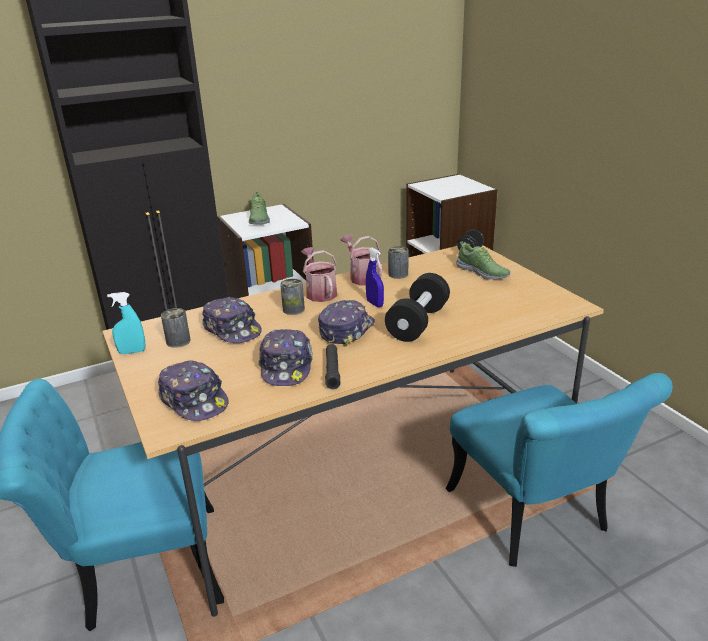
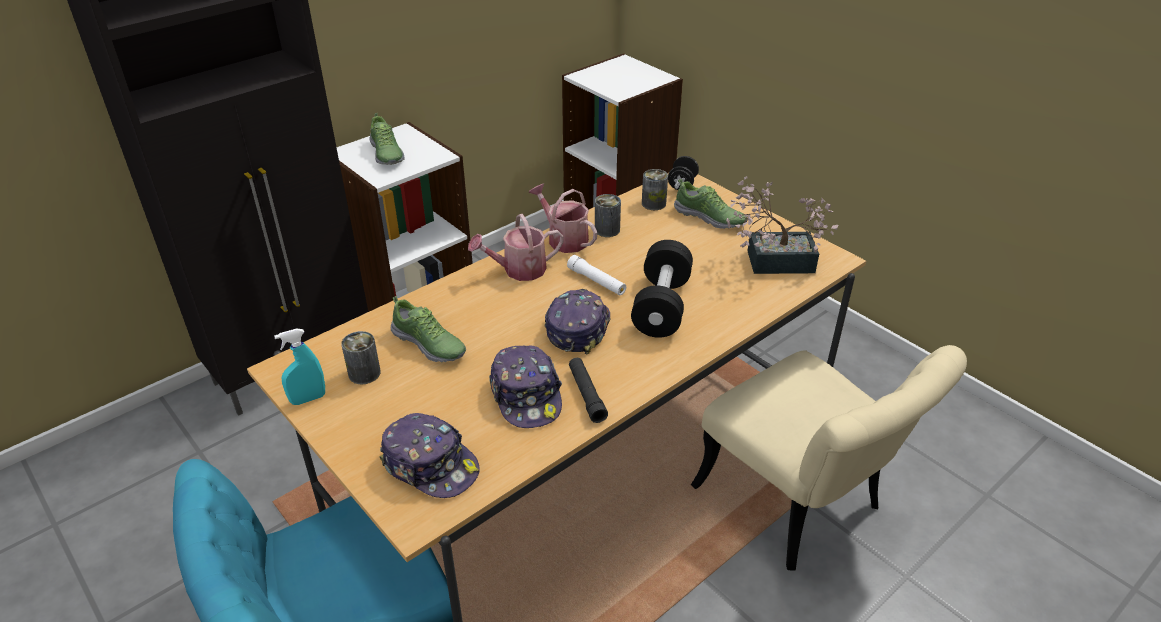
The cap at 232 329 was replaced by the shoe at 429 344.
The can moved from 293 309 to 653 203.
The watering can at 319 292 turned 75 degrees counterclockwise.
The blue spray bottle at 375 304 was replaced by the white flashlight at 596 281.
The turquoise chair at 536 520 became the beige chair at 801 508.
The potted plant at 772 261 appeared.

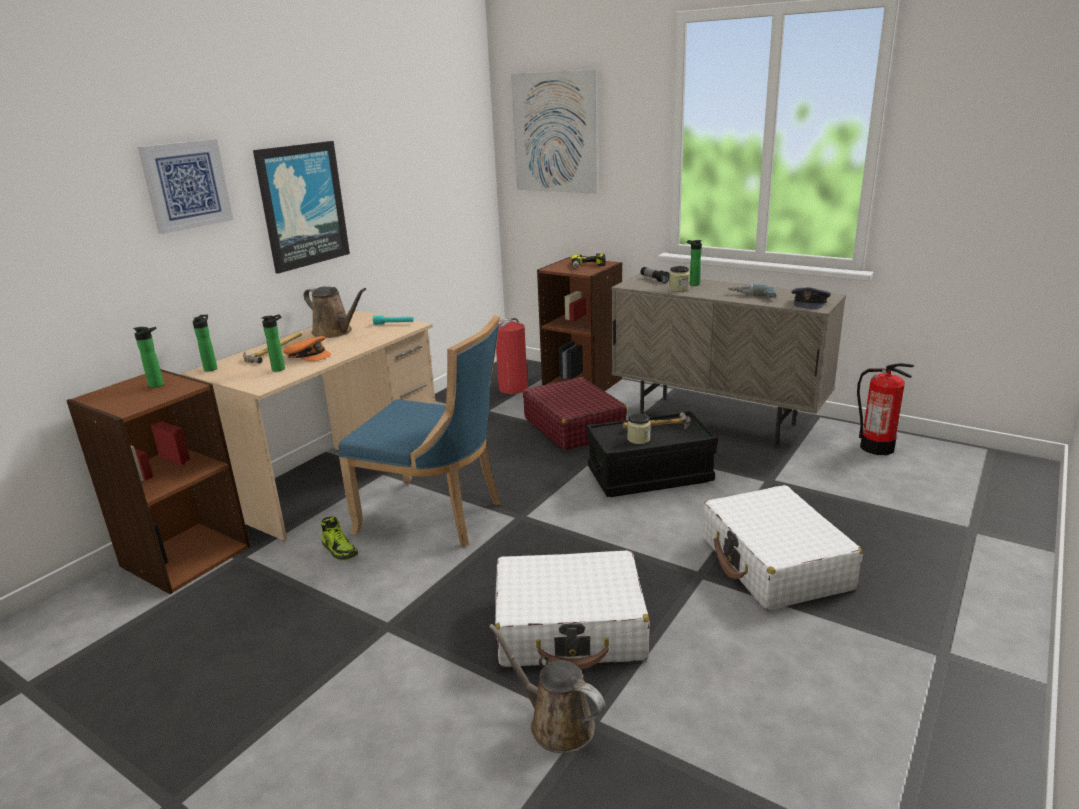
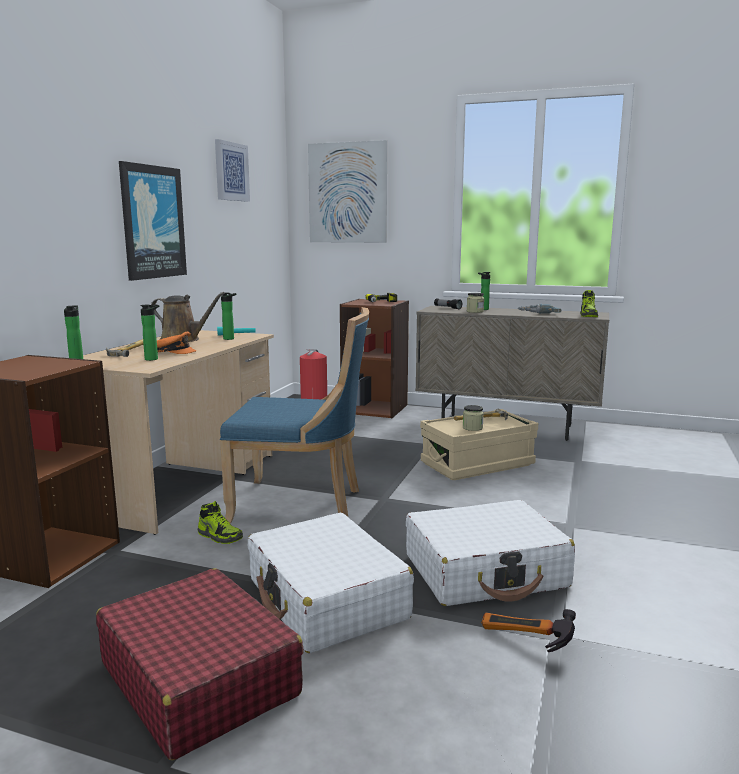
The bottle moved from 159 385 to 230 339.
The picture moved from 186 185 to 231 171.
The brown watering can at 556 723 was replaced by the hammer at 524 642.
The red suitcase moved from 574 426 to 199 678.
The black storage box at 649 475 became the beige storage box at 477 464.
The white suitcase moved from 774 563 to 327 599.
The grey cap at 810 303 was replaced by the shoe at 588 315.
The fire extinguisher at 876 447 disappeared.

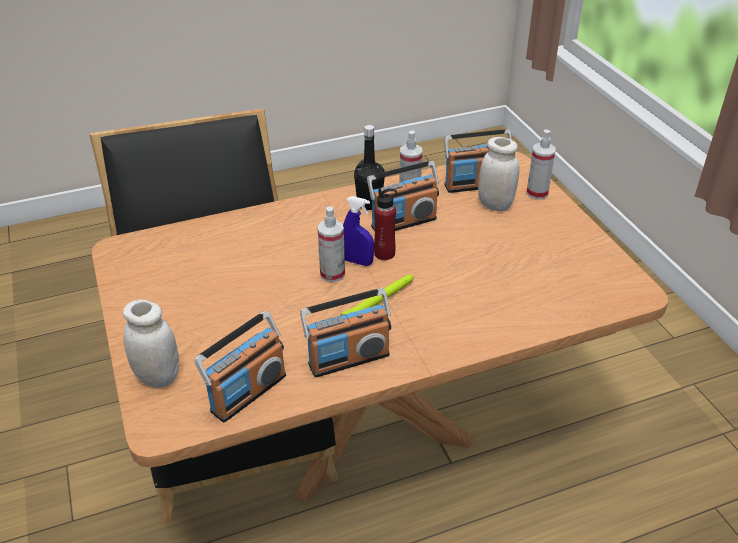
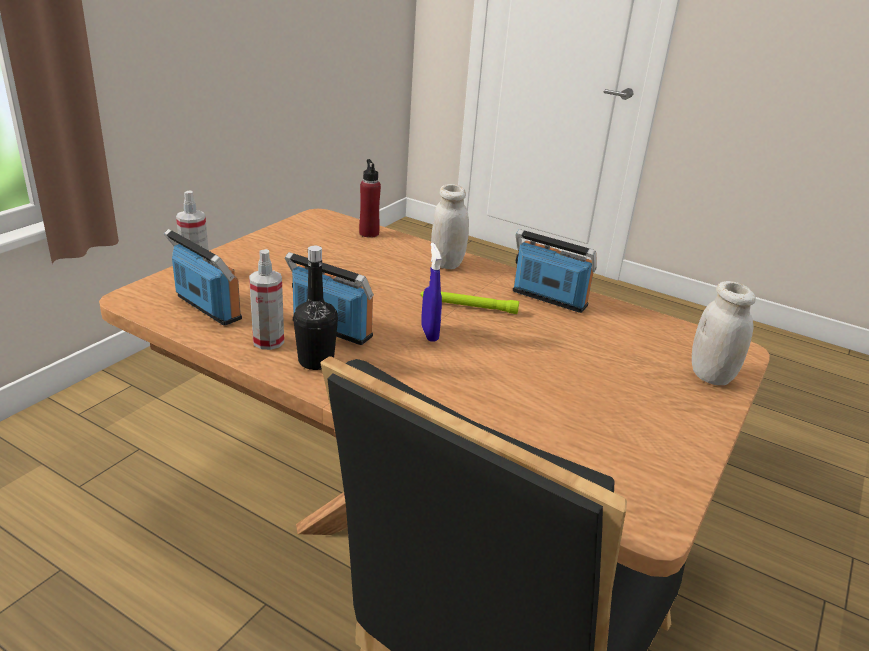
The radio at 248 392 disappeared.
The spray bottle at 332 274 disappeared.
The red bottle moved from 384 253 to 369 233.
The white jar moved from 495 204 to 447 263.

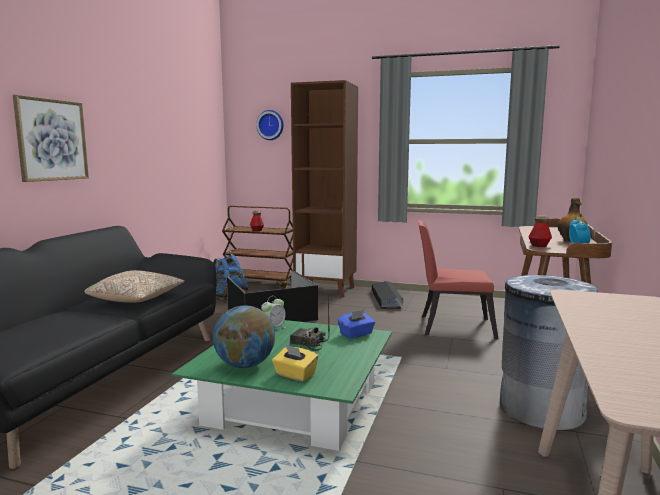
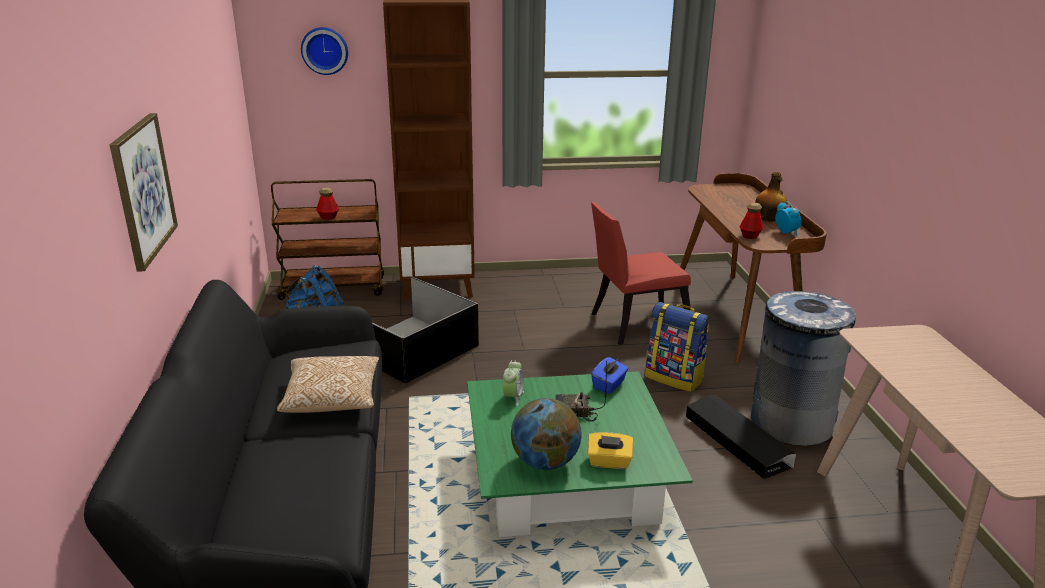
The black storage box moved from 386 299 to 736 441.
The backpack at 674 378 appeared.

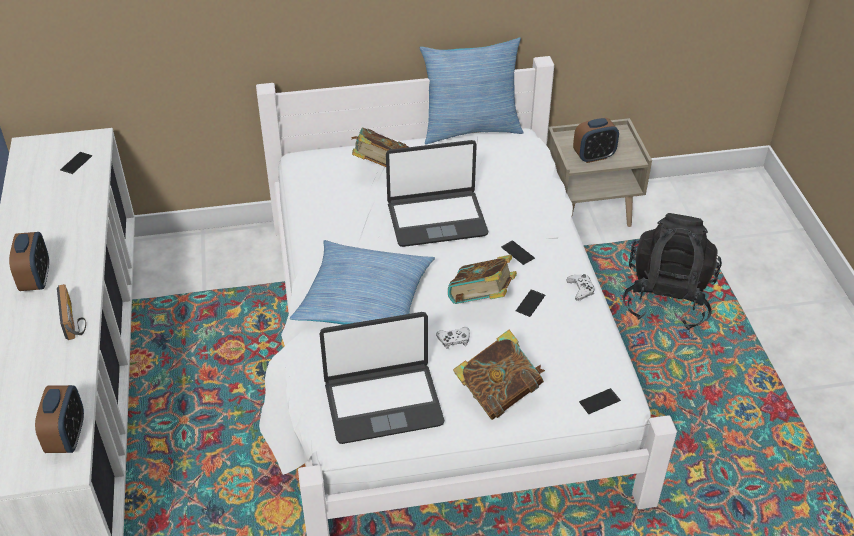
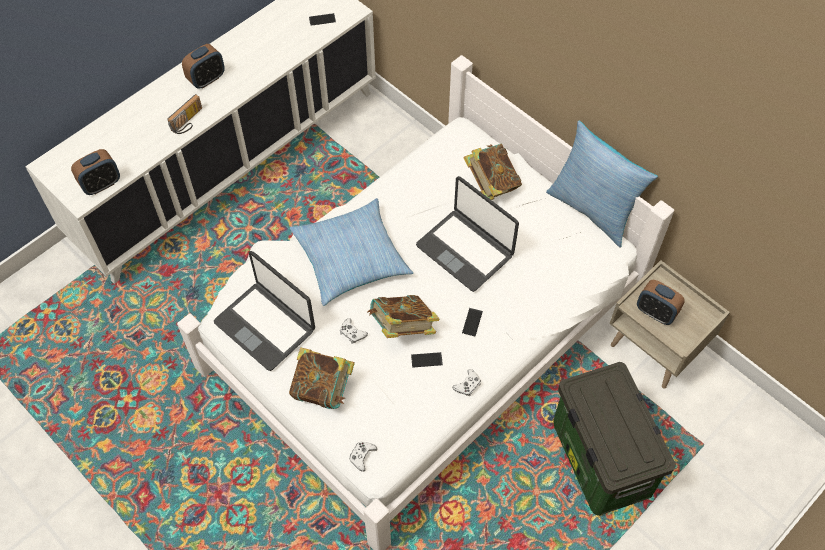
The phone at 599 401 was replaced by the white game controller at 362 456.
The black backpack at 666 299 was replaced by the storage box at 598 458.

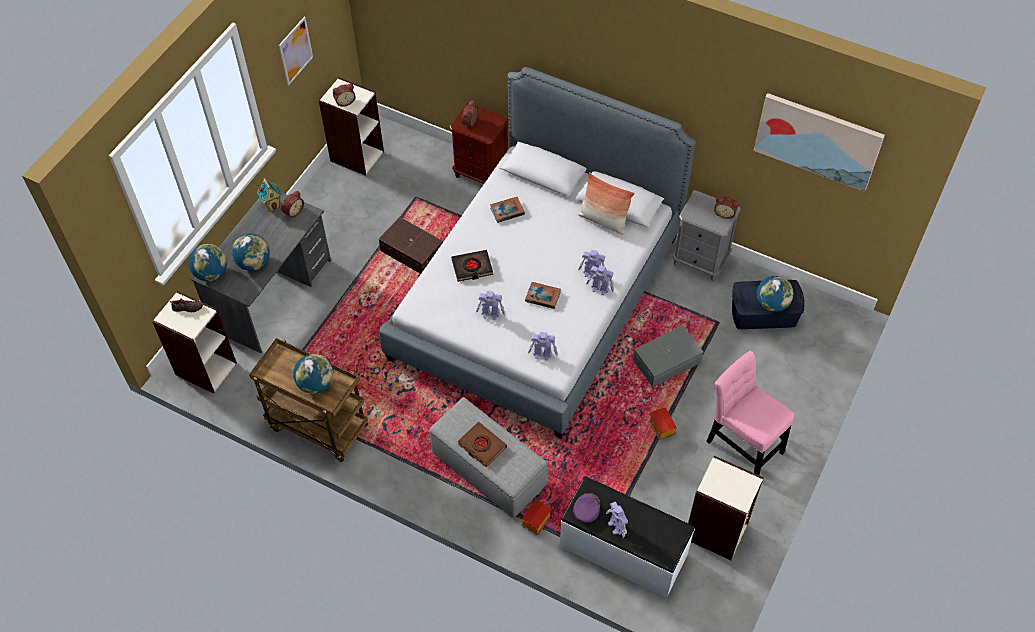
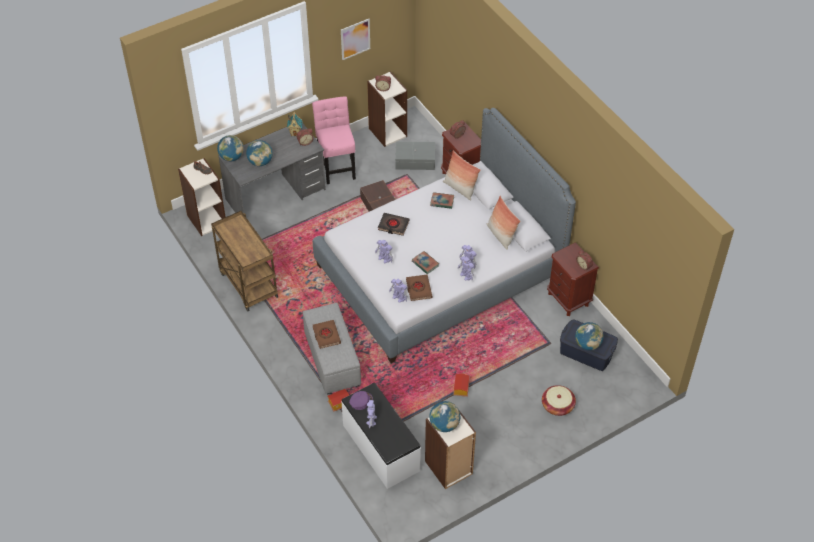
The globe moved from 316 384 to 444 425.
The grey storage box moved from 667 362 to 415 161.
The grey nightstand at 700 261 became the brown nightstand at 568 299.
The pink chair moved from 742 443 to 336 165.
The picture at 817 140 disappeared.
The brown book at 418 289 appeared.
The pillow at 460 188 appeared.
The basket at 557 406 appeared.

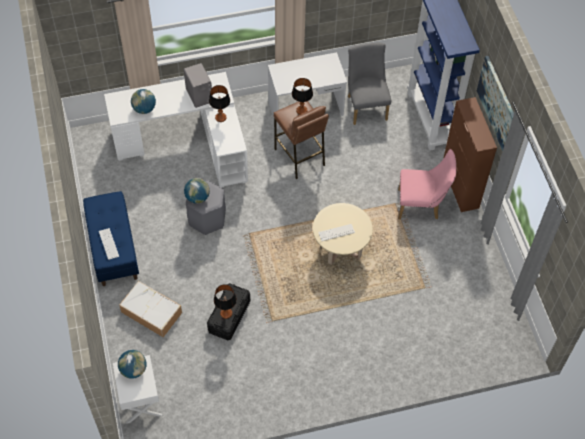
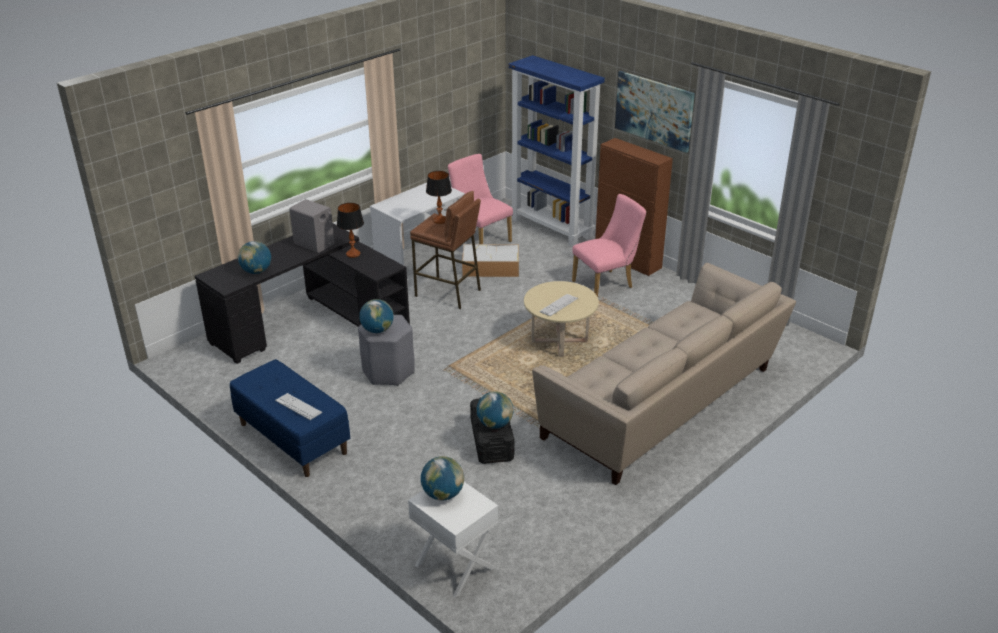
The white desk at 188 142 became the black desk at 311 322.
The storage box moved from 150 312 to 490 267.
The table lamp at 226 313 was replaced by the globe at 495 424.
The grey chair at 366 105 became the pink chair at 480 239.
The beige sofa at 663 405 appeared.

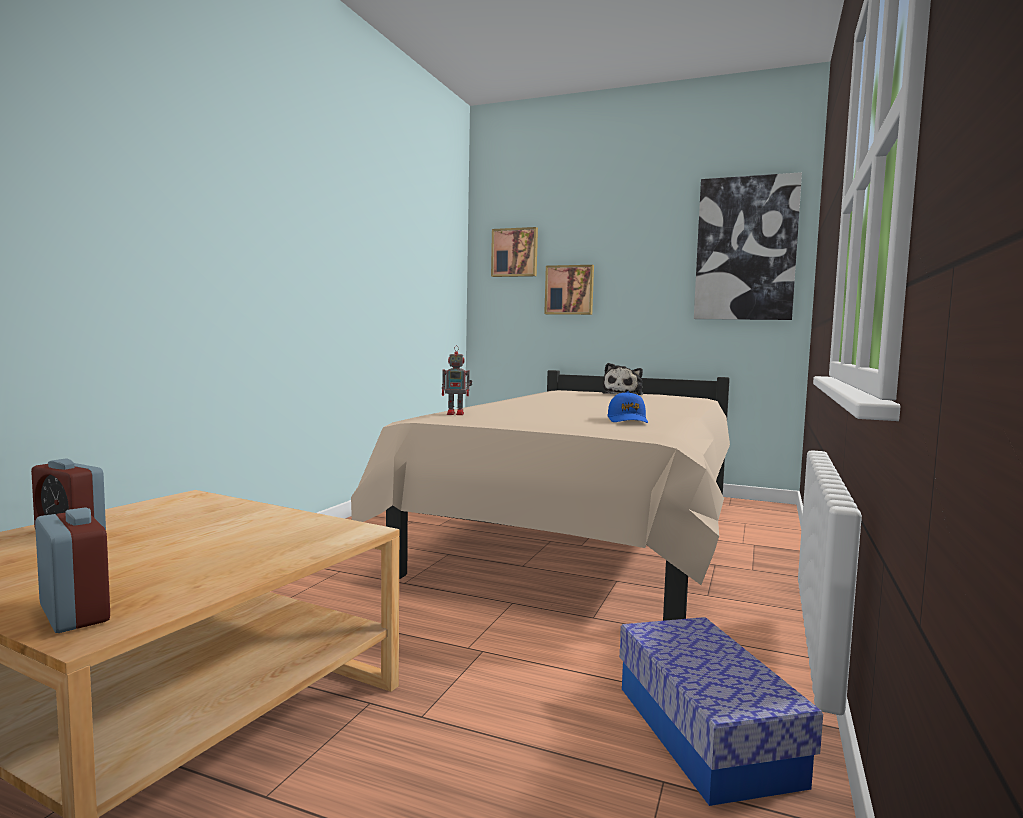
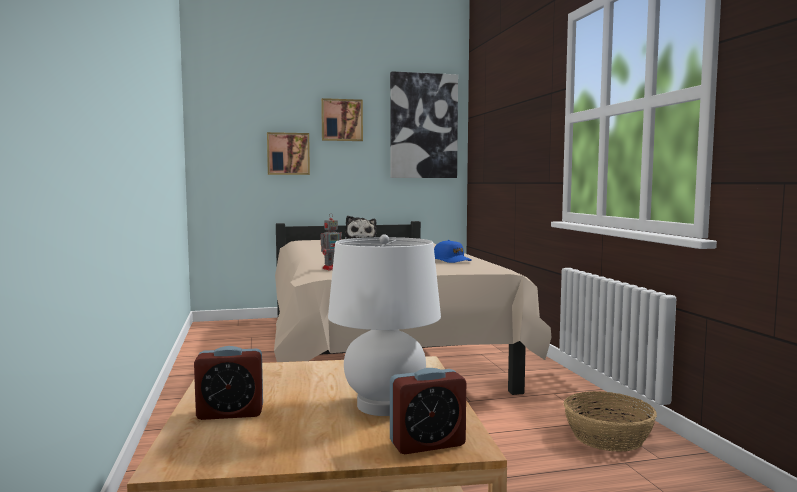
The alarm clock at 74 614 turned 150 degrees clockwise.
The picture moved from 515 252 to 341 120.
The storage box at 705 733 was replaced by the basket at 608 437.
The white table lamp at 384 405 appeared.

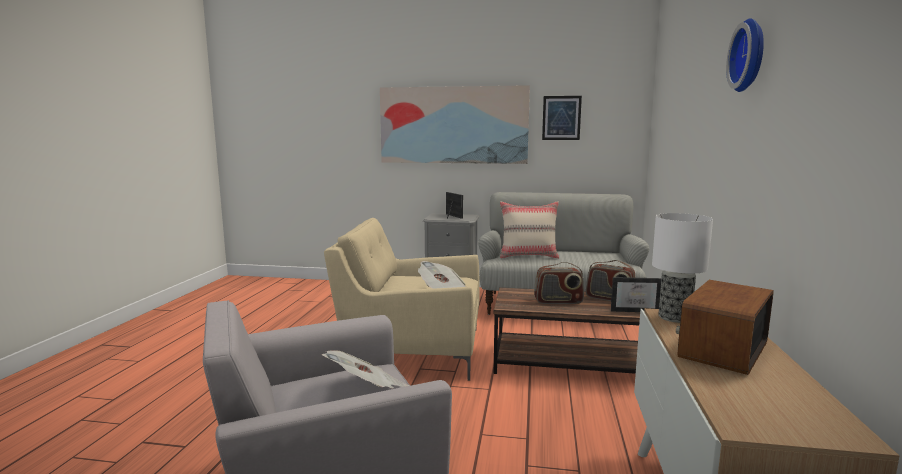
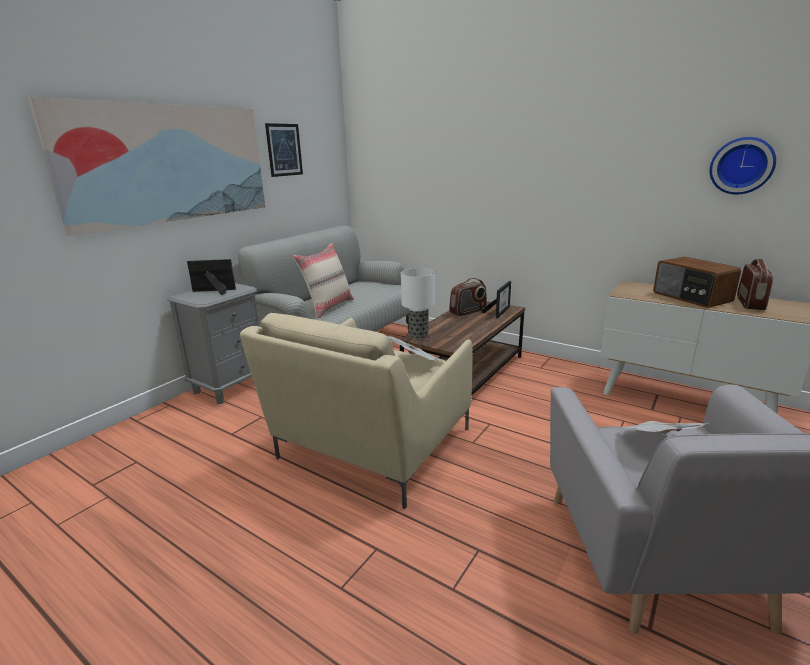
The radio moved from 558 301 to 750 303.
The table lamp moved from 675 317 to 419 336.
The wall clock moved from 751 55 to 741 166.

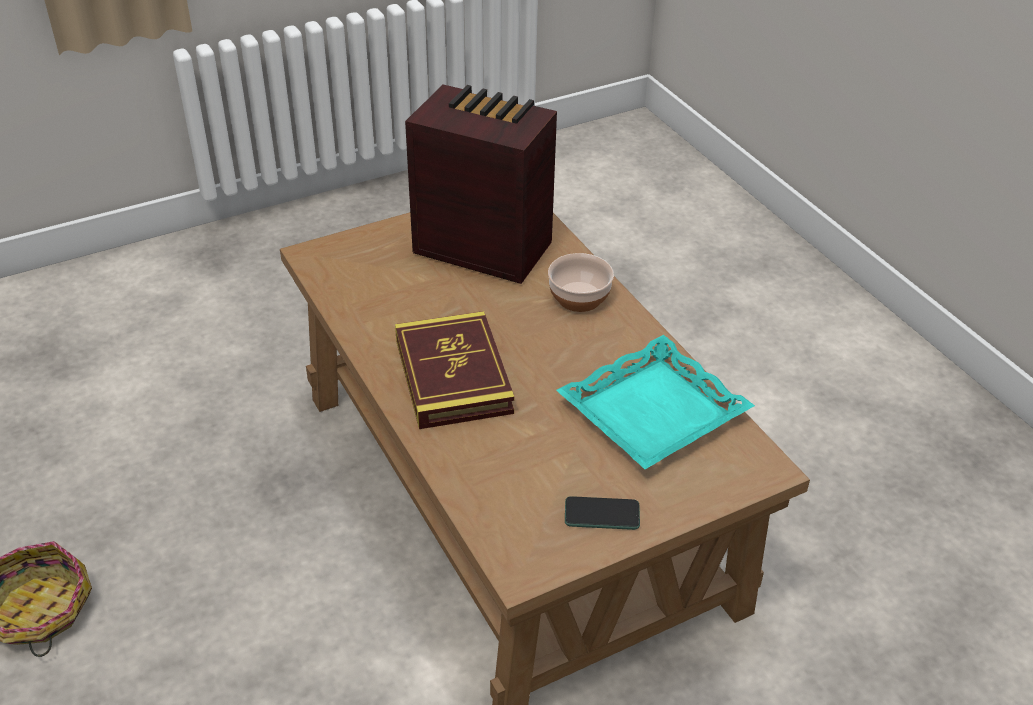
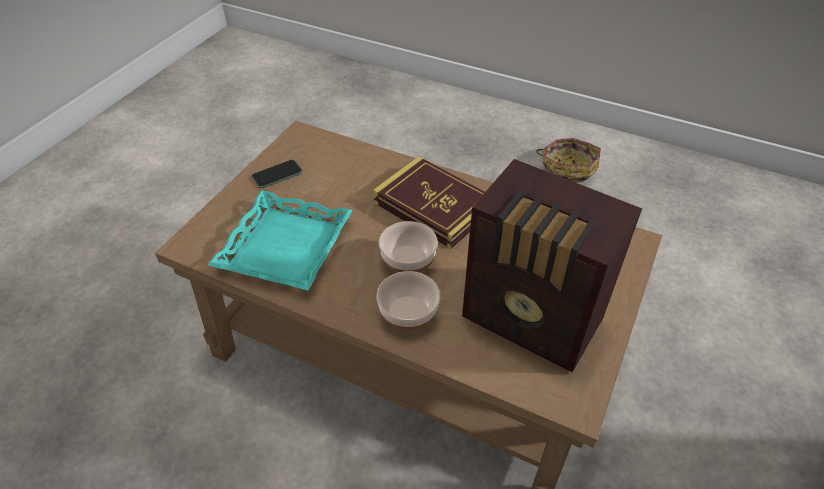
The radio at 481 247 turned 45 degrees clockwise.
The bowl at 407 261 appeared.

